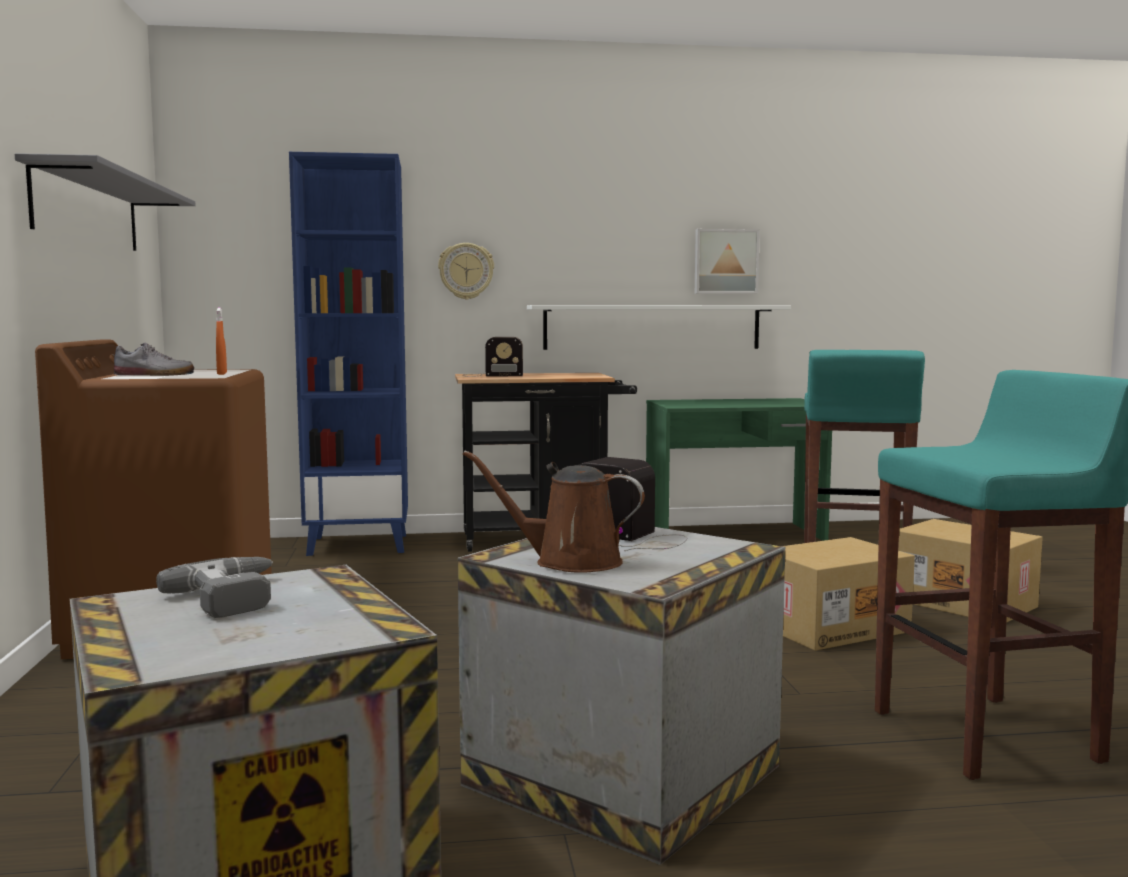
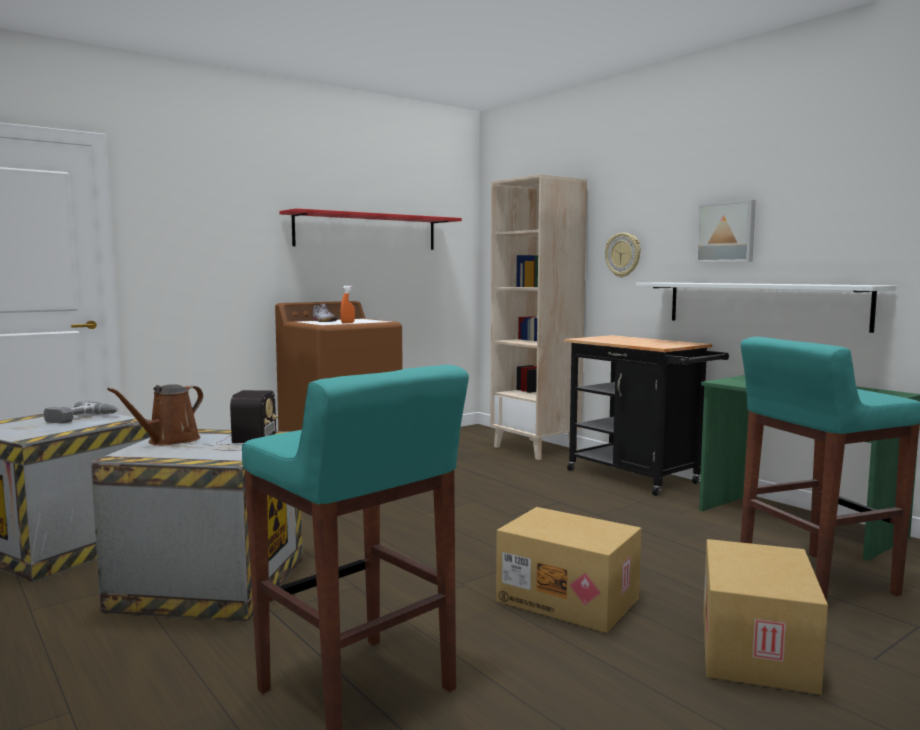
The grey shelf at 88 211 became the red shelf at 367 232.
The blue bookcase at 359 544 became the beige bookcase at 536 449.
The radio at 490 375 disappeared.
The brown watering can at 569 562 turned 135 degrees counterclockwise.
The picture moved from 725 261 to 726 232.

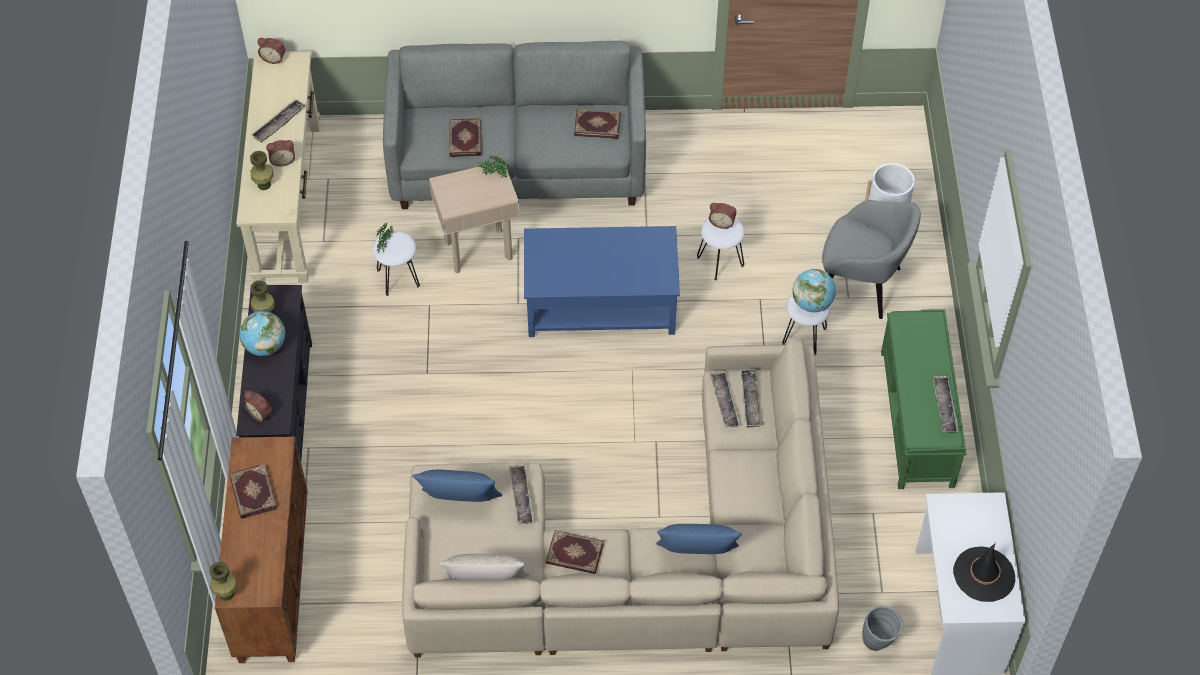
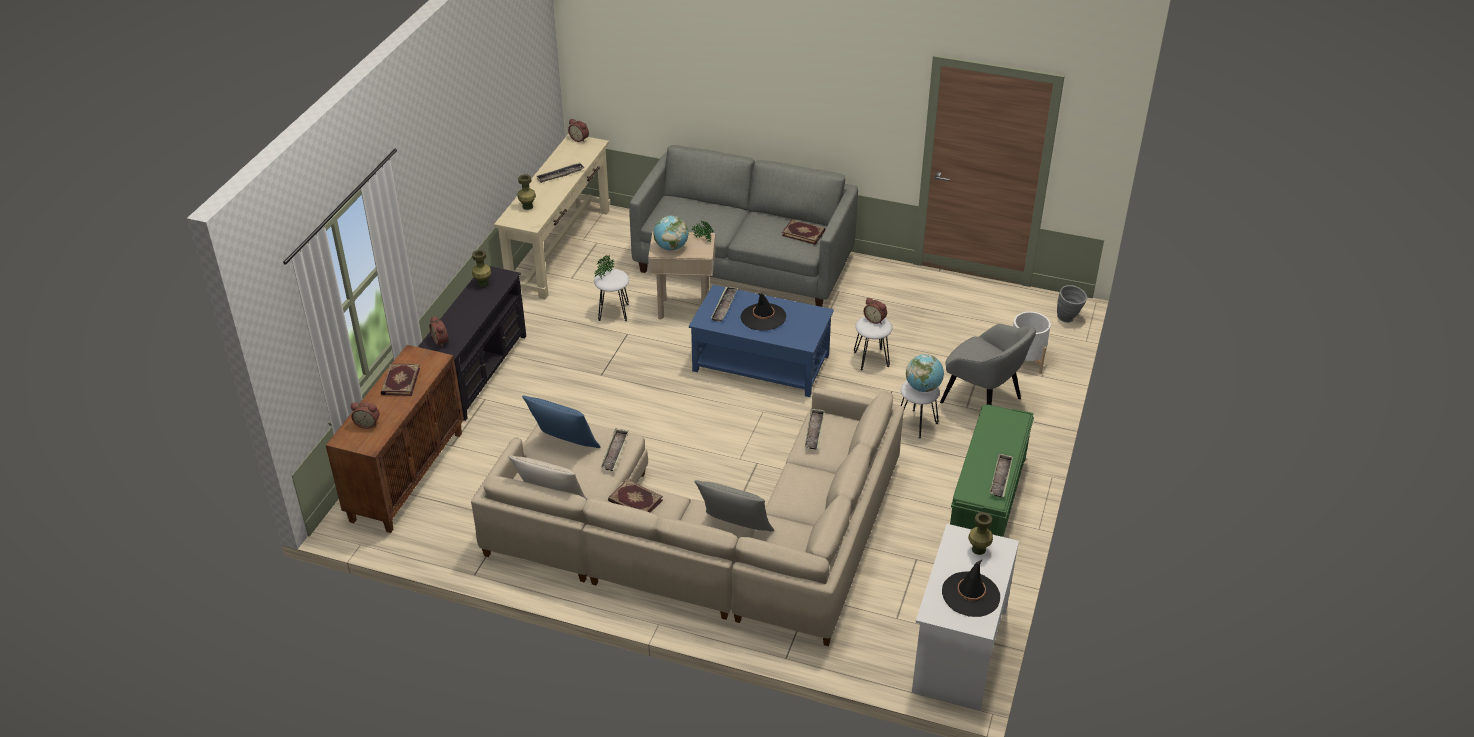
The green vase moved from 227 593 to 978 549.
The globe moved from 265 346 to 671 247.
The alarm clock moved from 282 160 to 368 423.
The book at 466 139 disappeared.
The blue pillow at 697 557 became the grey pillow at 734 530.
The tray moved from 750 400 to 724 306.
The grey vase moved from 879 642 to 1068 319.
The black hat at 763 317 appeared.

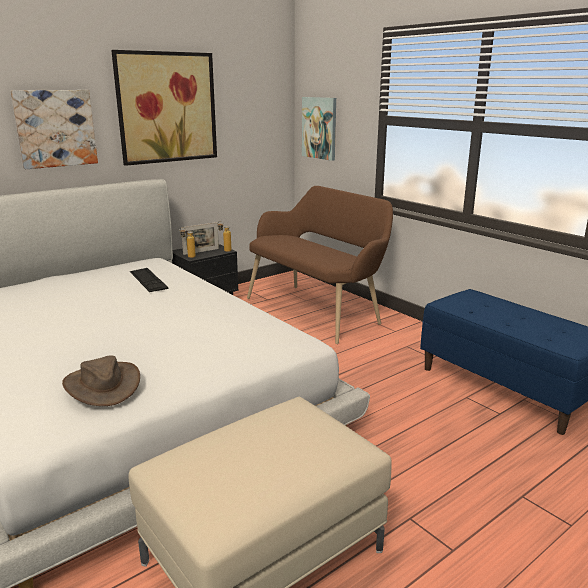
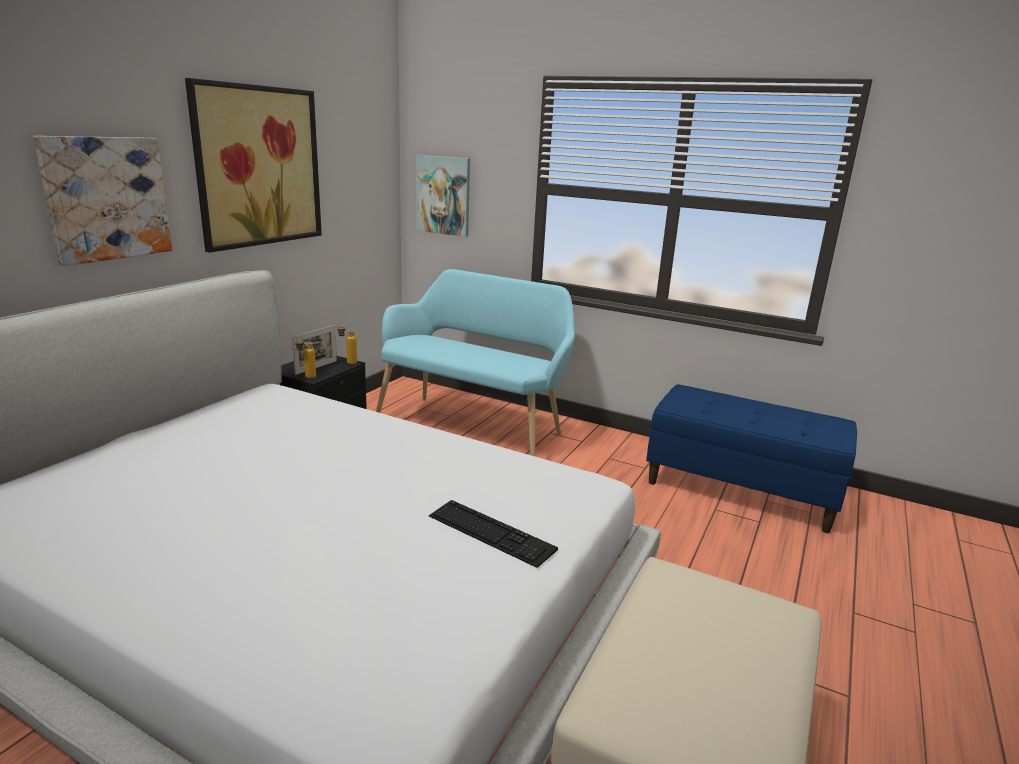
The brown hat at 102 385 disappeared.
The keyboard moved from 148 280 to 491 532.
The brown bench at 317 310 became the turquoise bench at 474 427.

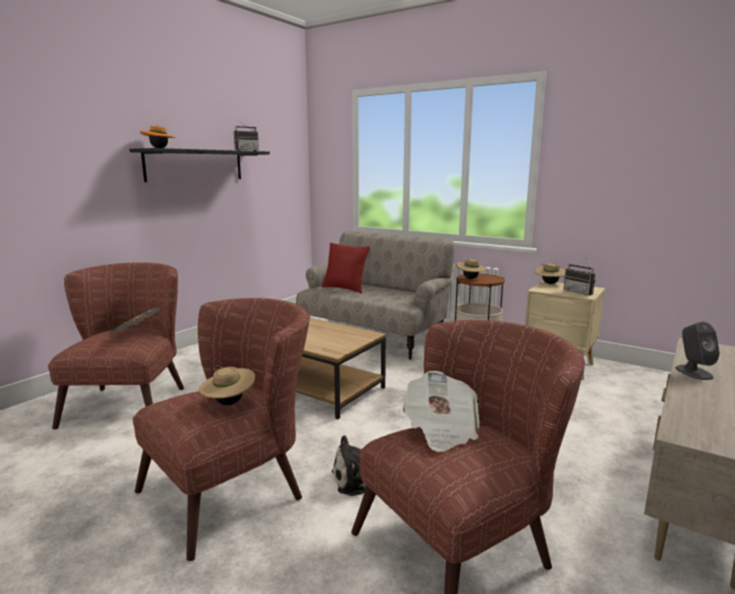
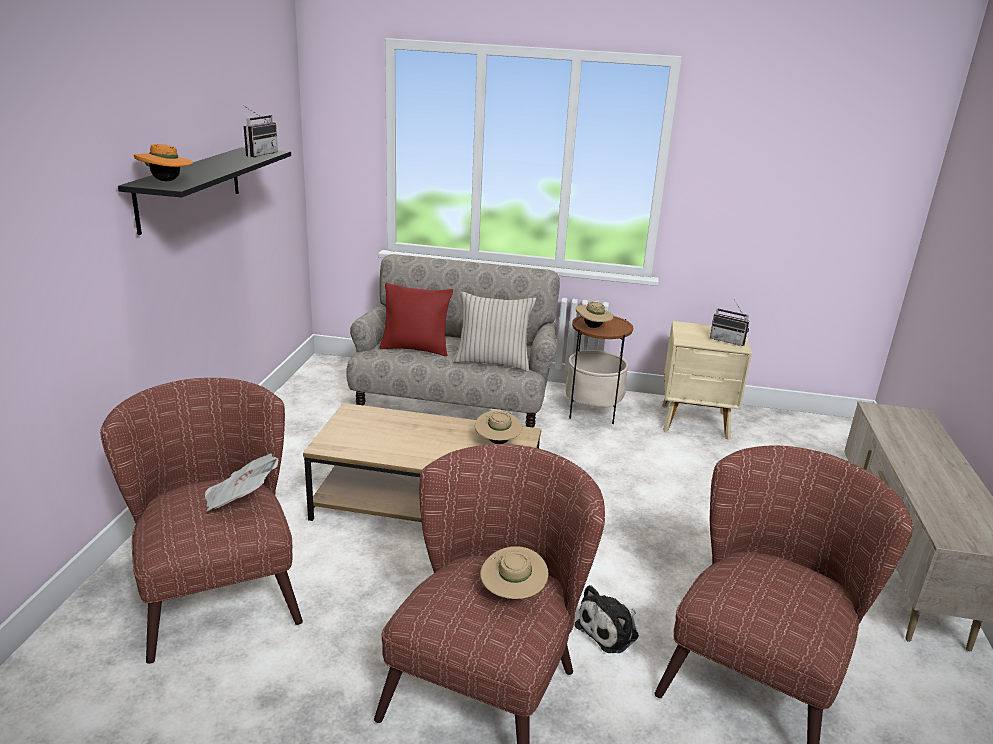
The newspaper at 440 430 disappeared.
The beige hat moved from 549 283 to 497 442.
The grey speaker at 693 372 disappeared.
The beige pillow at 492 362 appeared.

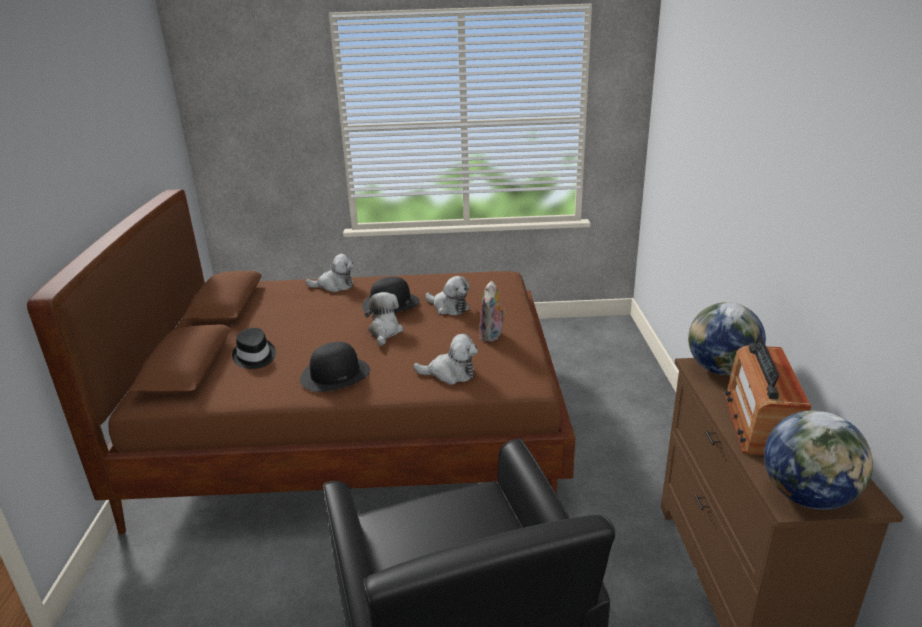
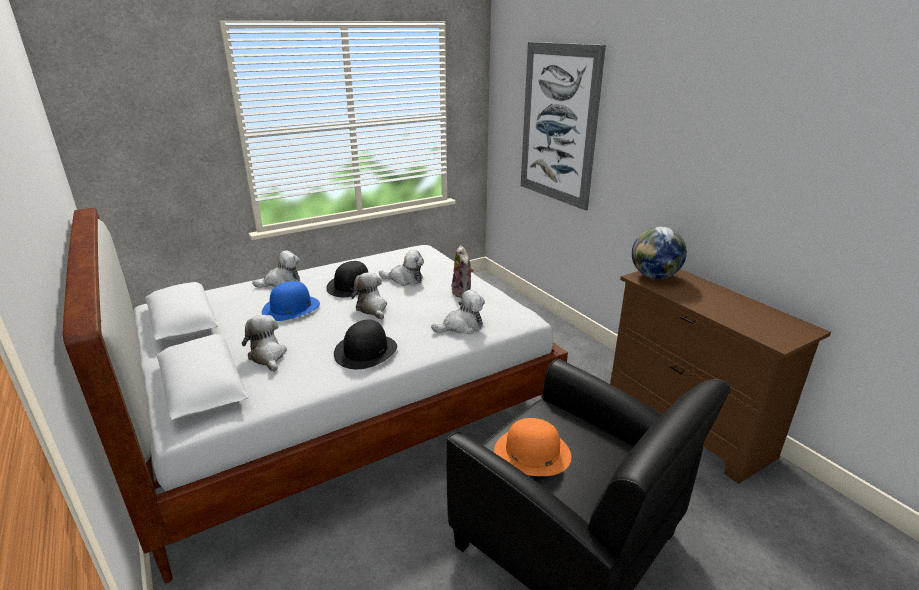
The brown bed at 357 429 became the white bed at 341 406.
The black hat at 254 356 was replaced by the plush toy at 267 356.
The radio at 759 423 disappeared.
The globe at 807 496 disappeared.
The blue hat at 291 308 appeared.
The orange hat at 532 452 appeared.
The picture at 558 124 appeared.

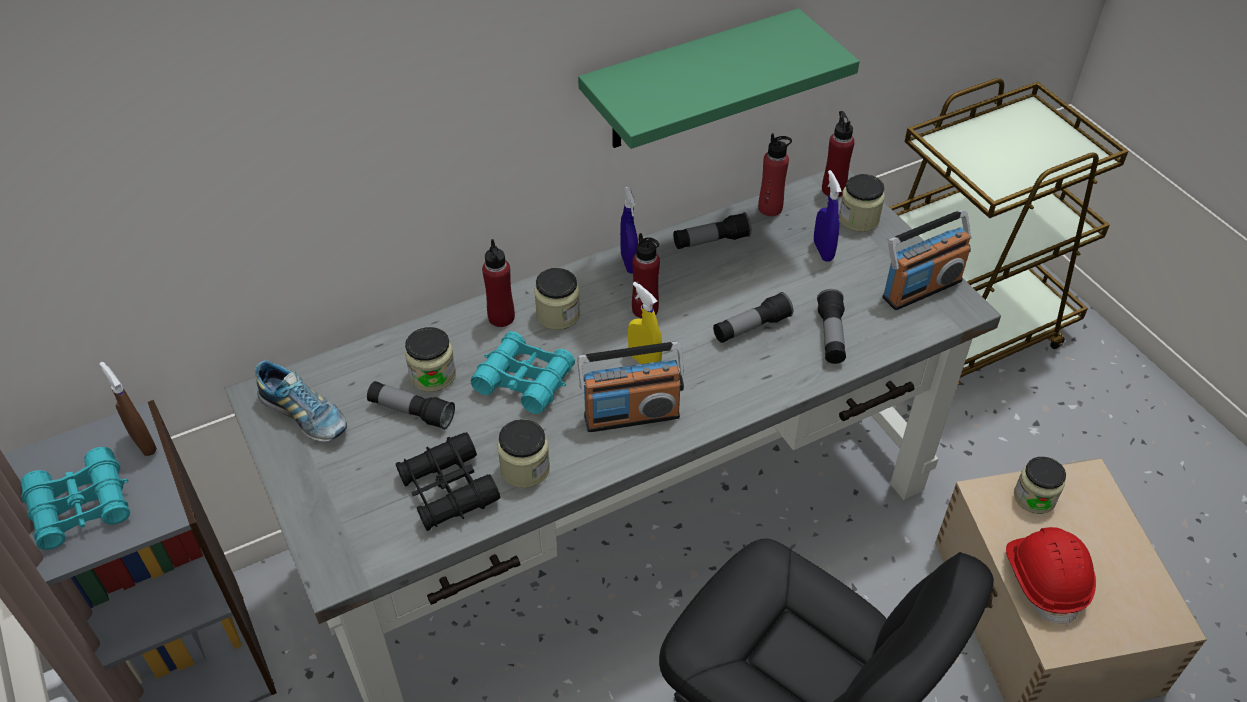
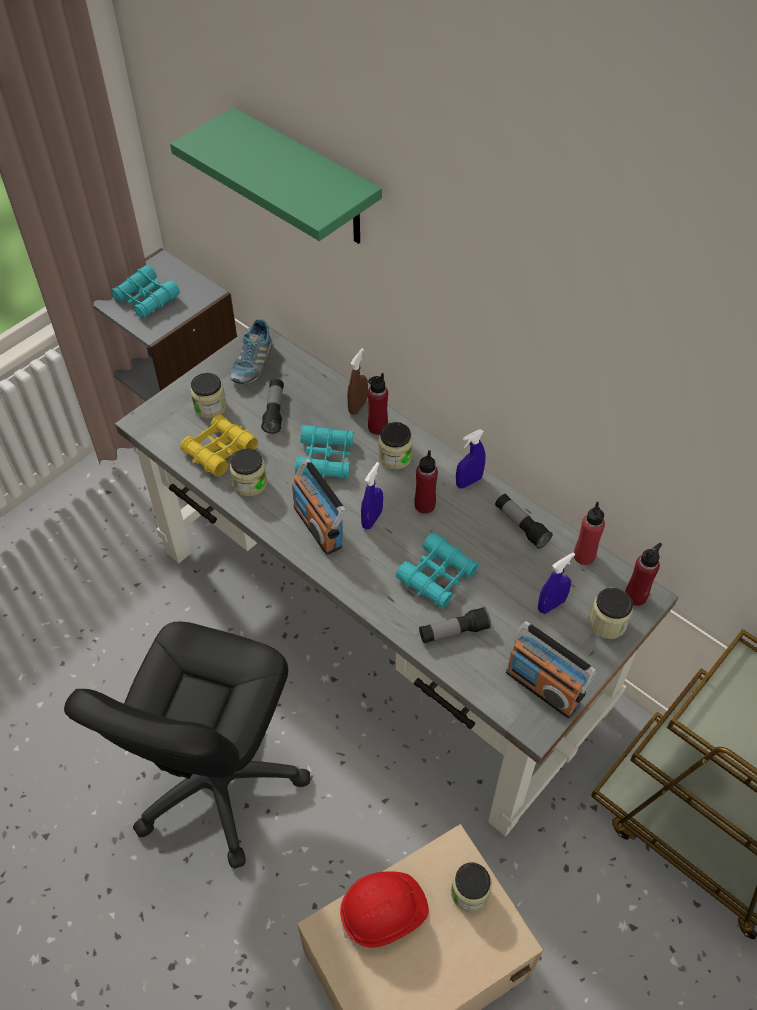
The brown spray bottle moved from 144 443 to 358 406.
The black binoculars at 448 490 became the yellow binoculars at 219 451.
The jar moved from 433 375 to 210 407.
The green shelf moved from 690 82 to 307 180.
The yellow spray bottle at 644 361 became the blue spray bottle at 372 519.
The flashlight at 751 327 was replaced by the turquoise binoculars at 437 576.

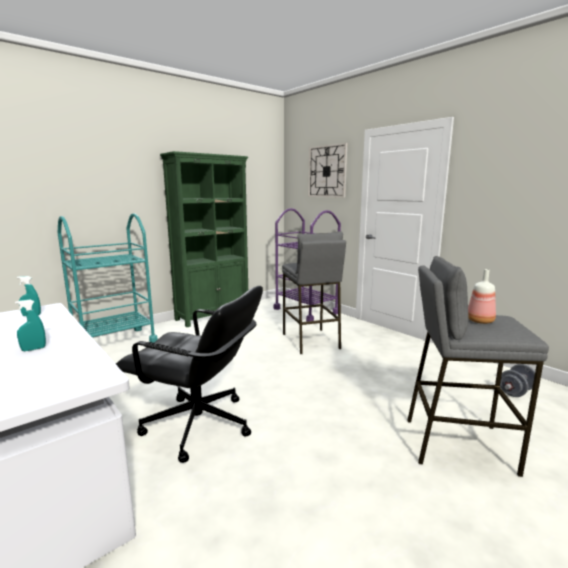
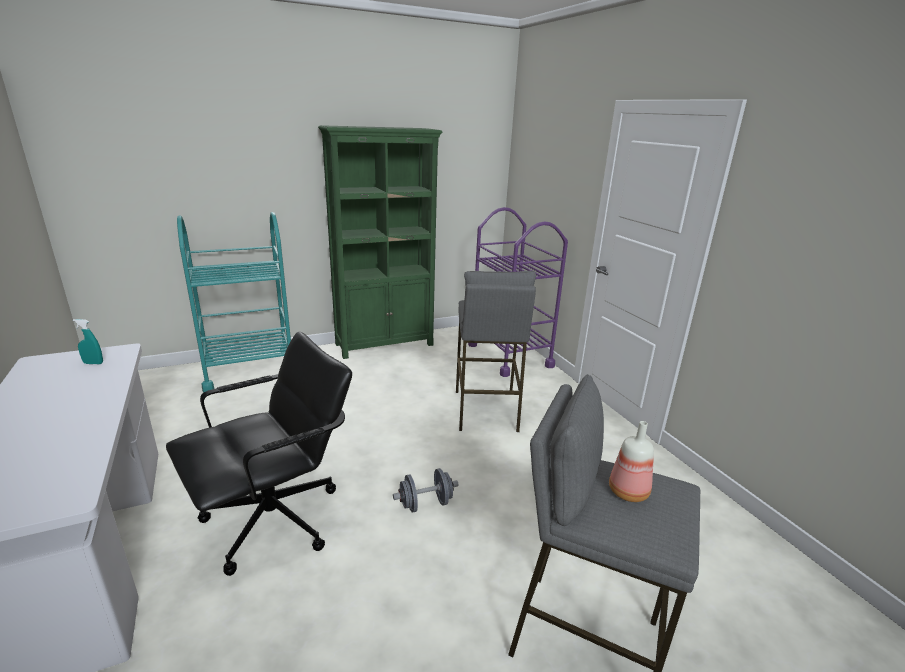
The turquoise spray bottle at 33 349 disappeared.
The black office chair at 199 426 turned 75 degrees counterclockwise.
The wall clock at 327 171 disappeared.
The grey dumbbell moved from 516 392 to 425 504.

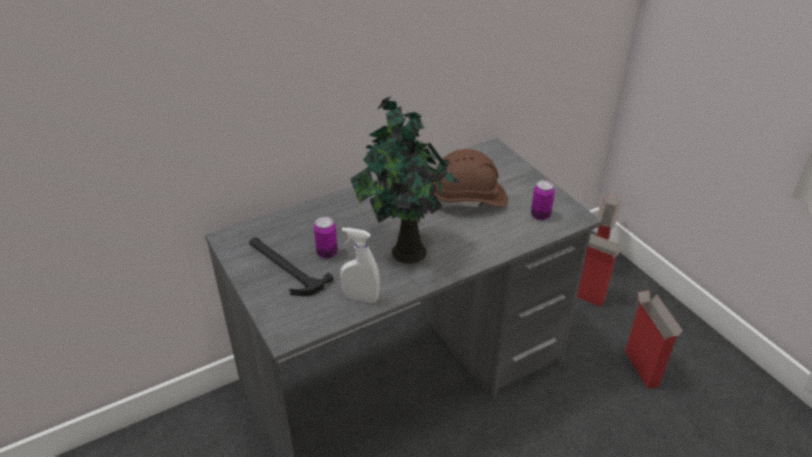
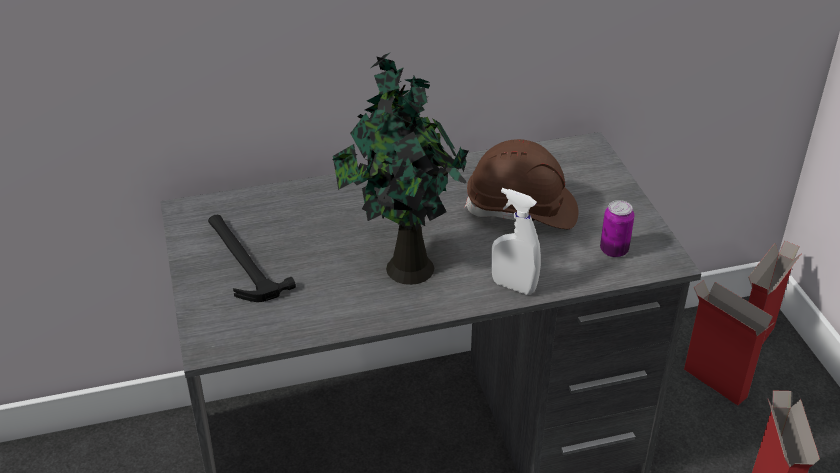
The can at 327 253 disappeared.
The white spray bottle moved from 361 298 to 513 286.

